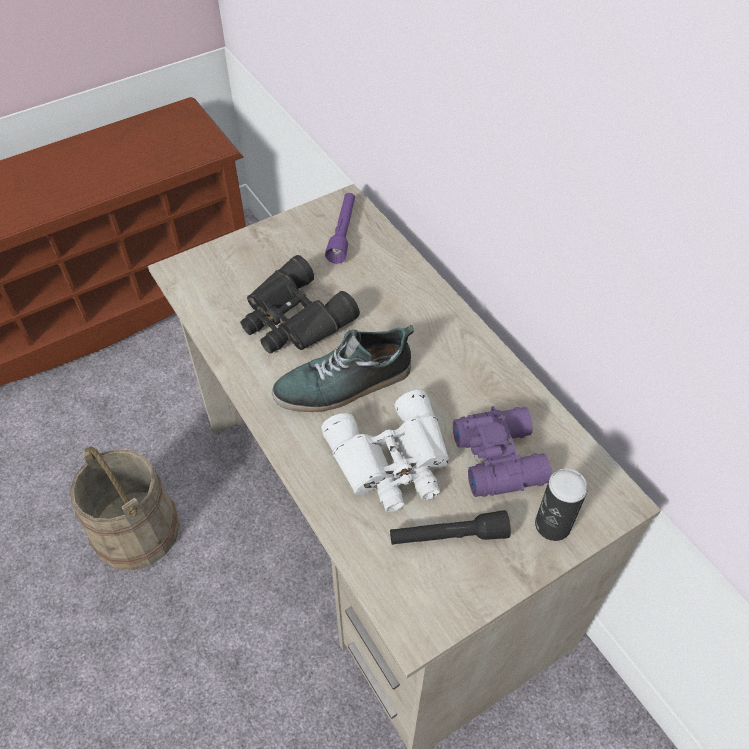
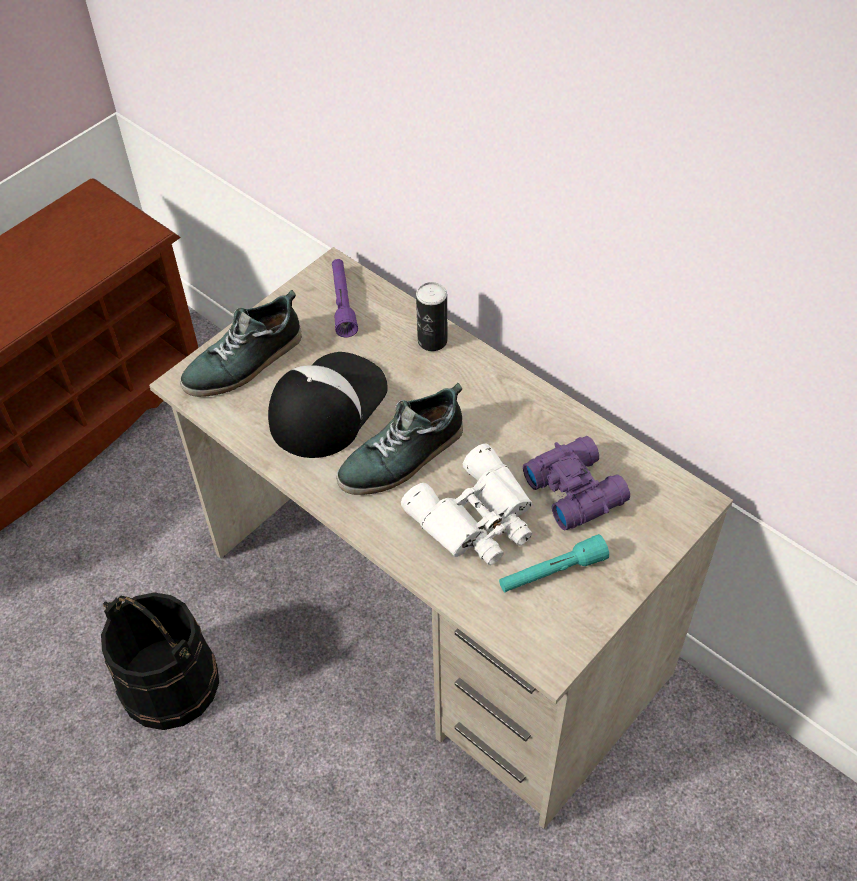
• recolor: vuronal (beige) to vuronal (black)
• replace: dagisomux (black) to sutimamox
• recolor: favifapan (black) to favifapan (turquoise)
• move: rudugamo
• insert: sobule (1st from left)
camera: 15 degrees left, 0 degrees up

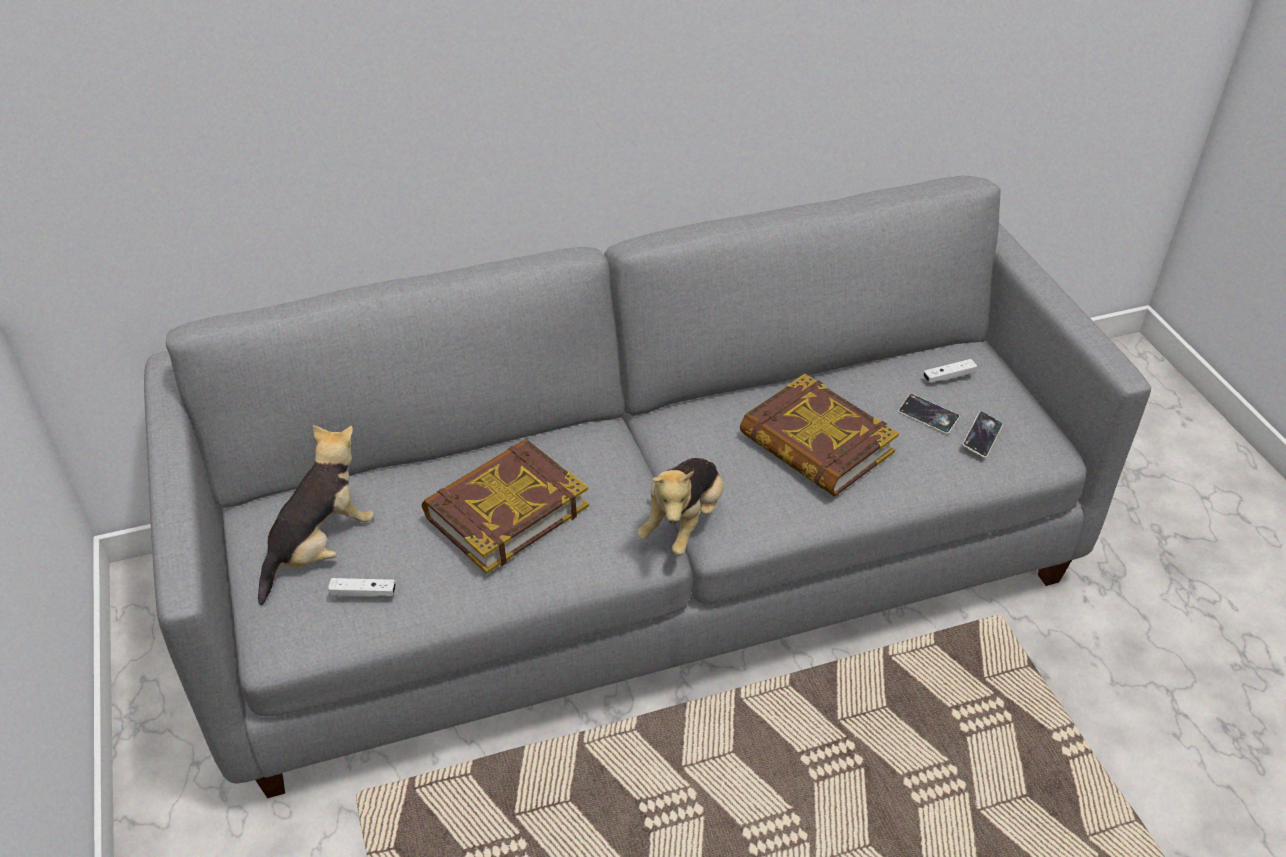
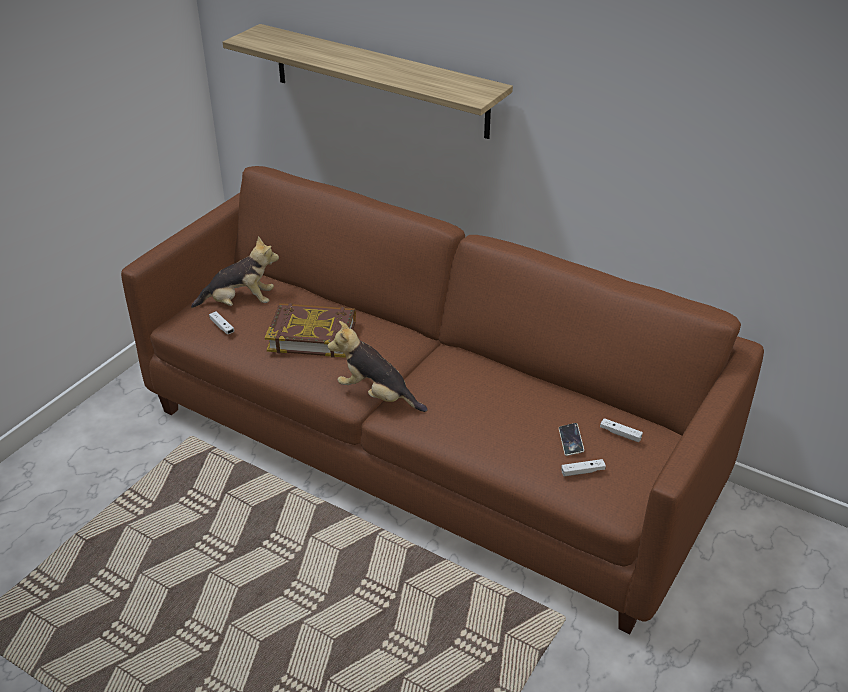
• recolor: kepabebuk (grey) to kepabebuk (brown)
• rotate: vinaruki (2nd from left) 45 degrees clockwise
• delete: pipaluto (2nd from left)
• replace: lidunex (2nd from left) to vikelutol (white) (2nd from left)
• insert: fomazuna
camera: 50 degrees right, 5 degrees down

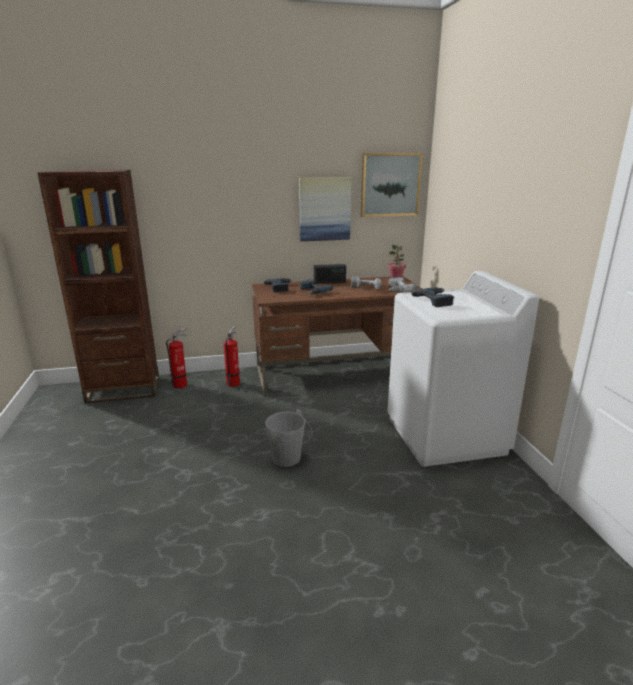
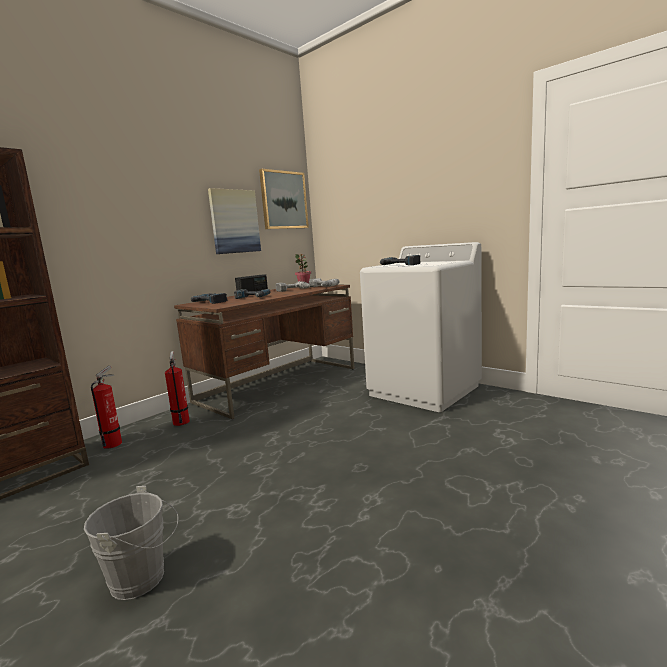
• move: vuronal (grey)
camera: 35 degrees left, 10 degrees down

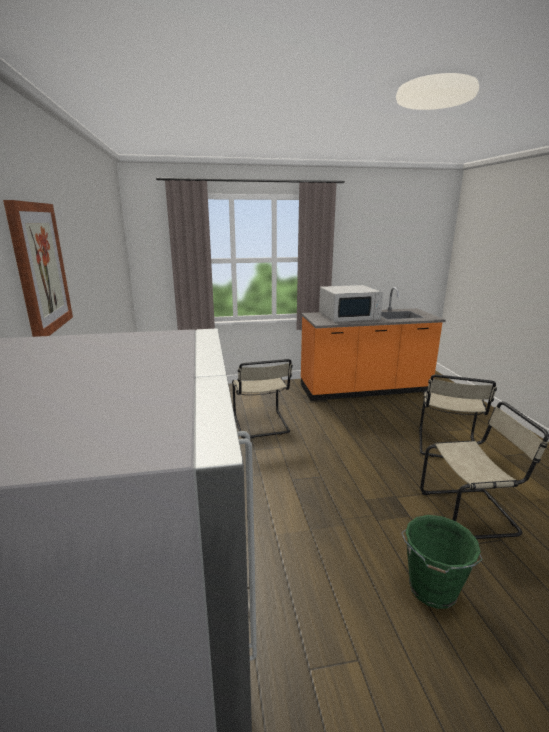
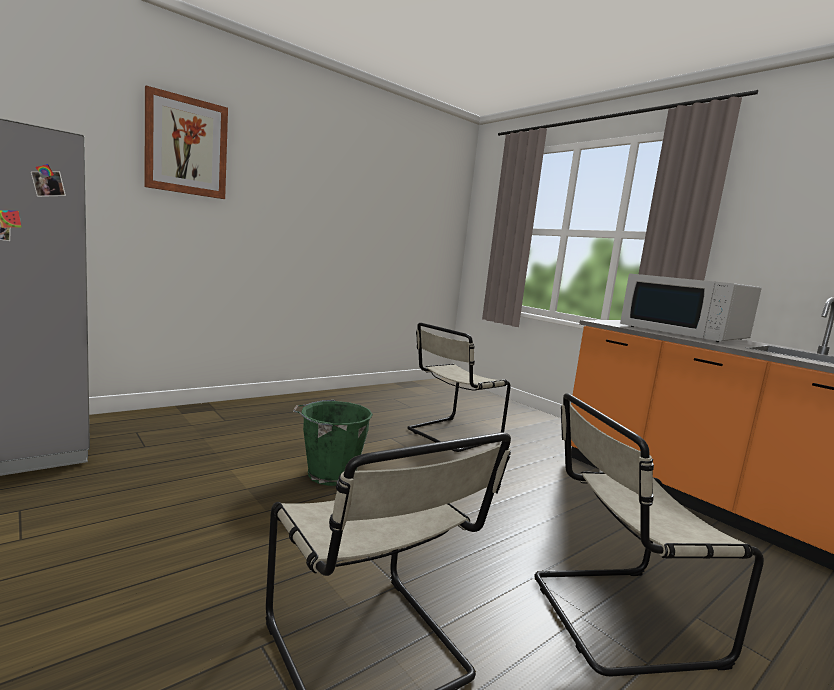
• move: vuronal (green)
camera: 60 degrees right, 10 degrees down

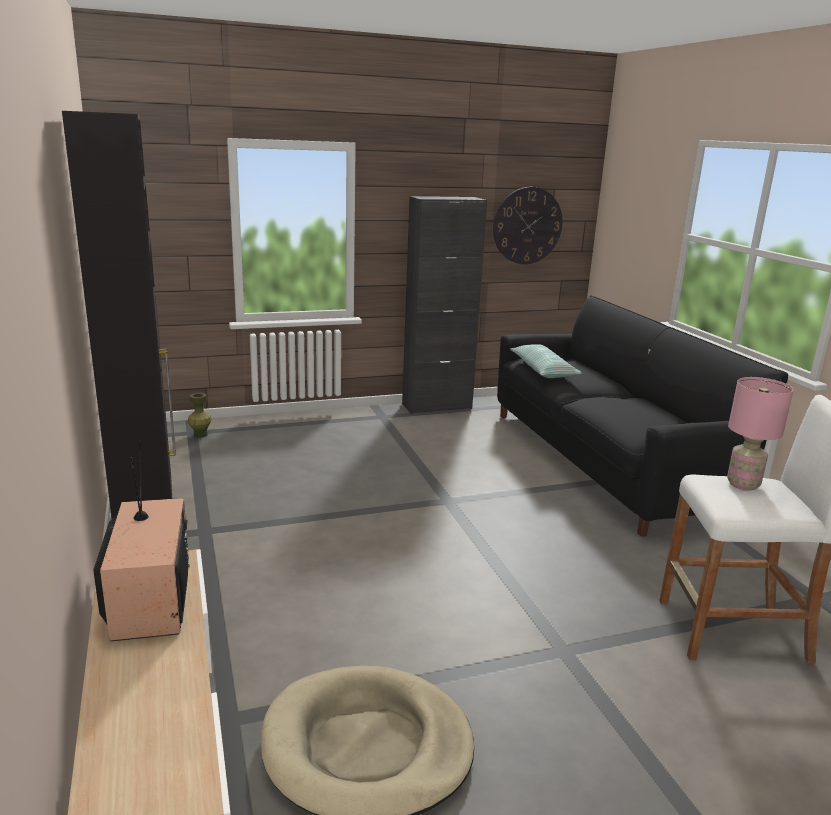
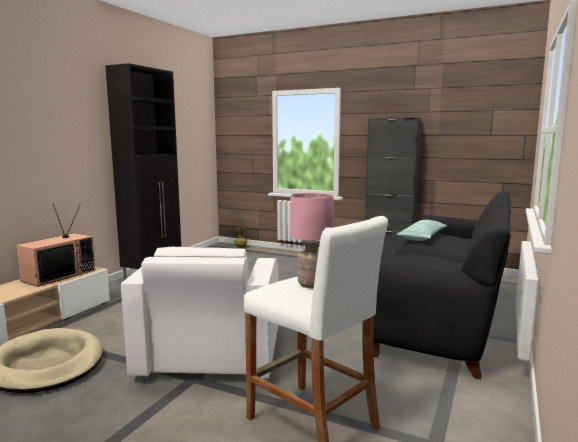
• delete: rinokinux
• insert: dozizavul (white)
camera: 45 degrees right, 10 degrees down

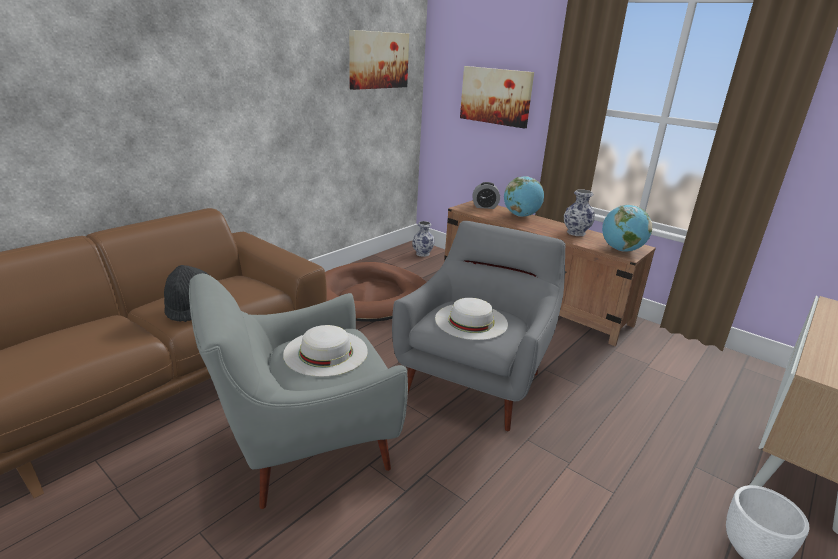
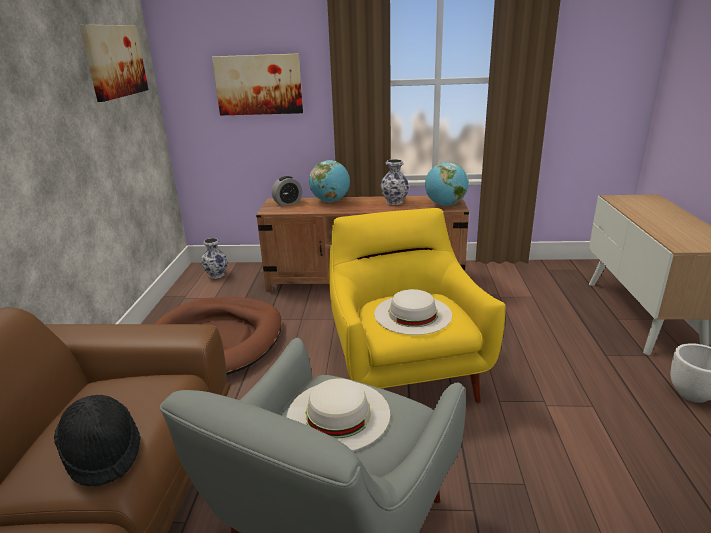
• recolor: dozizavul (grey) (2nd from left) to dozizavul (yellow)
camera: 35 degrees left, 0 degrees up

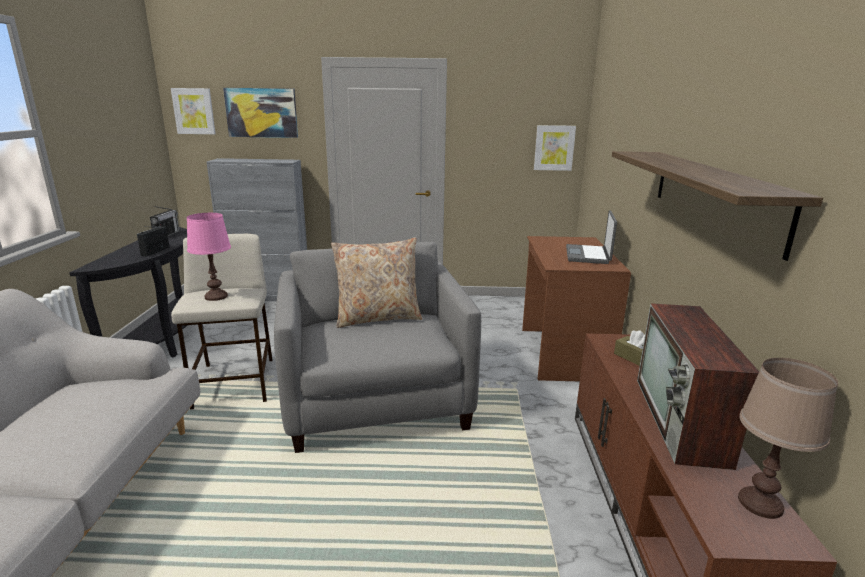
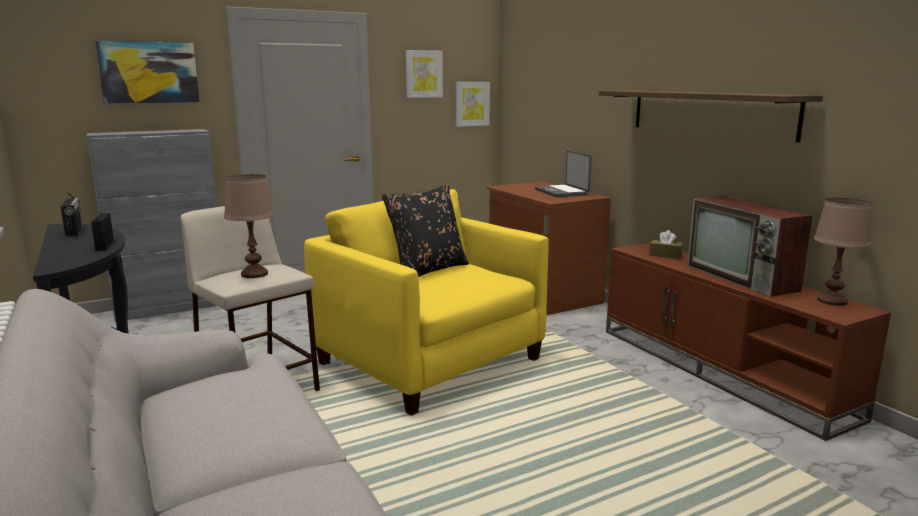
• move: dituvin (1st from left in the first image) to dituvin (2nd from left)
• recolor: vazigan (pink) to vazigan (brown) (1st from left)
• recolor: dozizavul (grey) to dozizavul (yellow)
• recolor: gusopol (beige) to gusopol (black)
camera: 30 degrees left, 5 degrees down

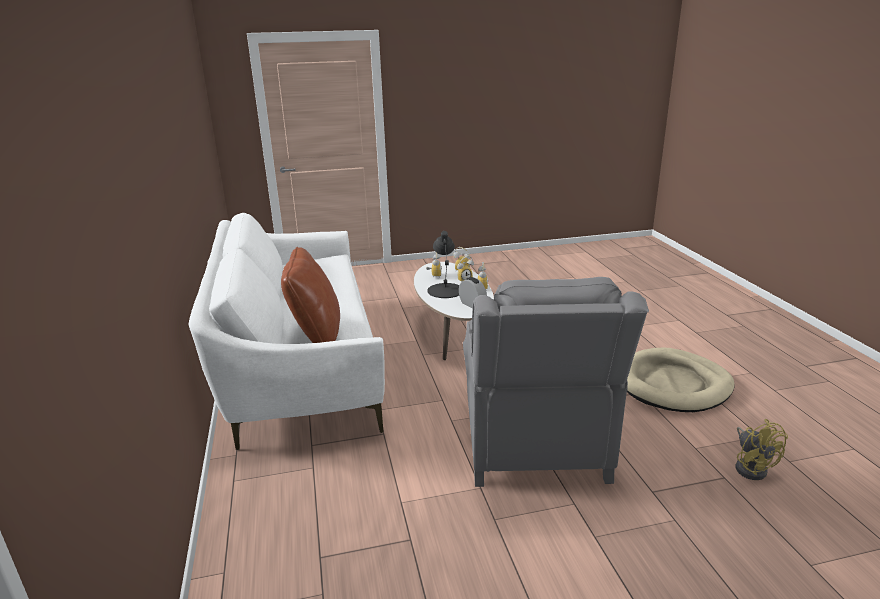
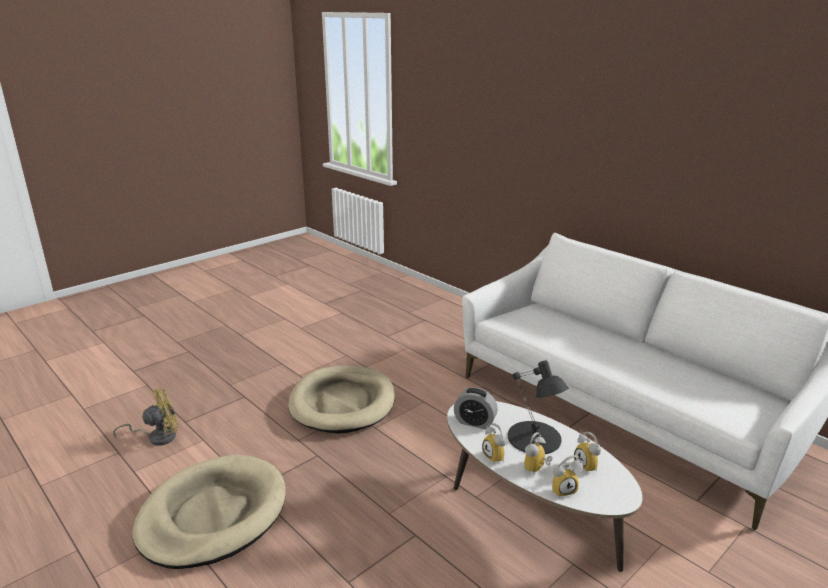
• delete: gusopol (brown)
• replace: dozizavul (grey) to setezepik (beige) (2nd from left)
• rotate: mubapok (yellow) 105 degrees clockwise
camera: 150 degrees right, 0 degrees up

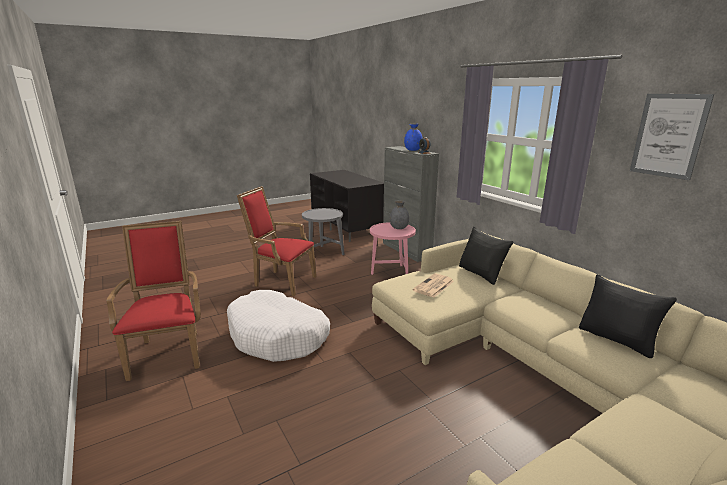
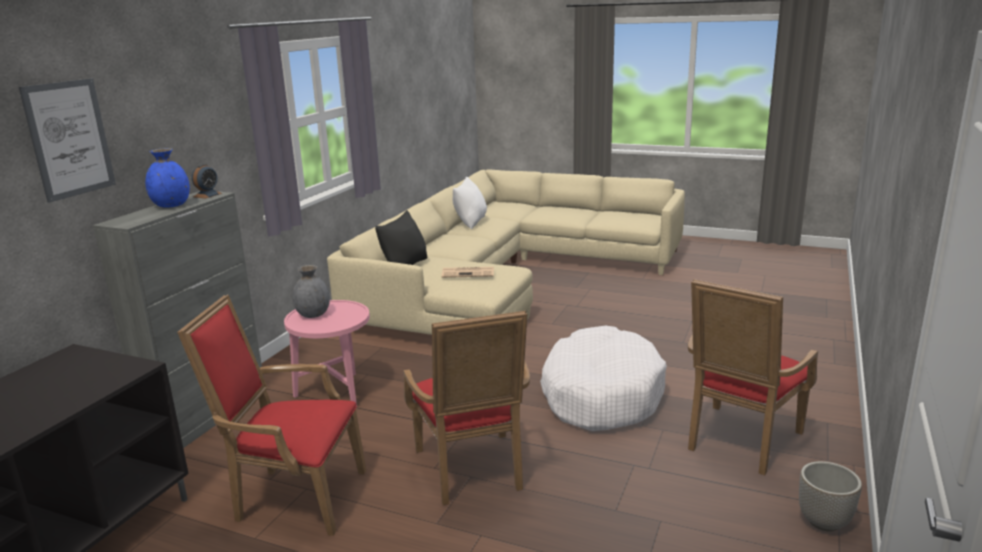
• replace: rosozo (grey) to dozizavul (red) (1st from left)
• recolor: gusopol (black) (2nd from left) to gusopol (white)
• move: dituvin
• insert: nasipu
camera: 125 degrees left, 0 degrees up

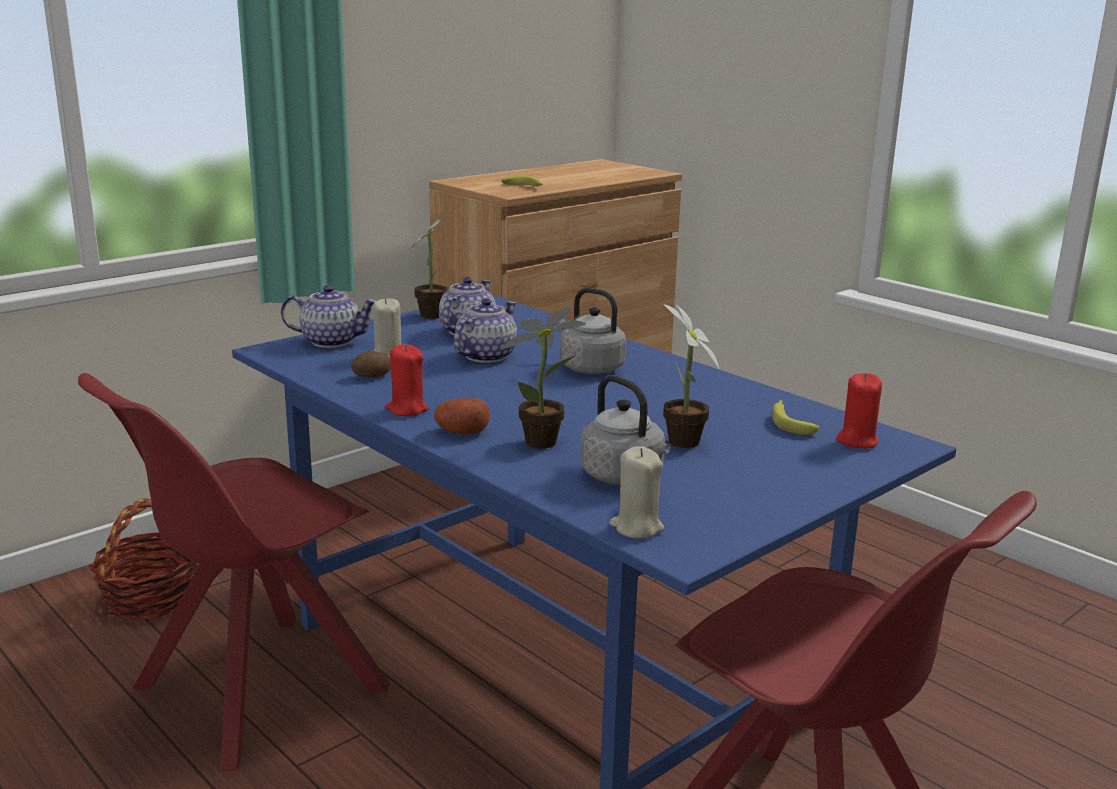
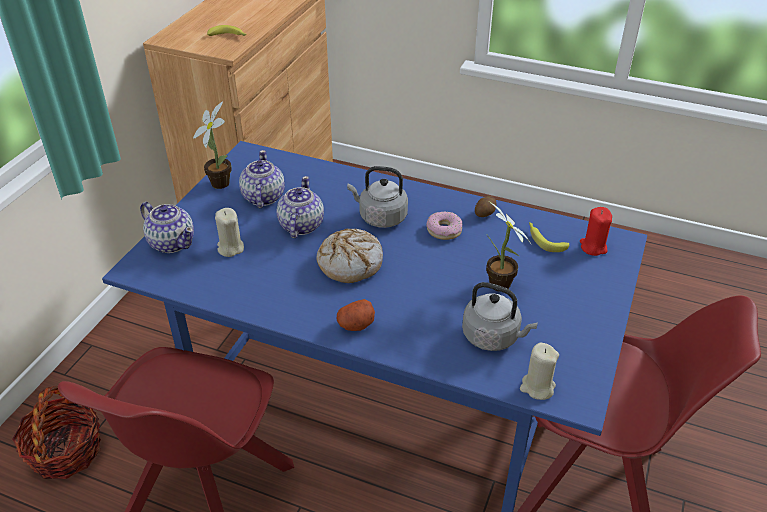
• rotate: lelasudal (1st from left) 60 degrees clockwise
• move: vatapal (1st from left in the first image) to vatapal (2nd from left)
• delete: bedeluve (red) (1st from left)
• delete: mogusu (2nd from left)
• insert: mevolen
• insert: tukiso
camera: 25 degrees left, 20 degrees up

